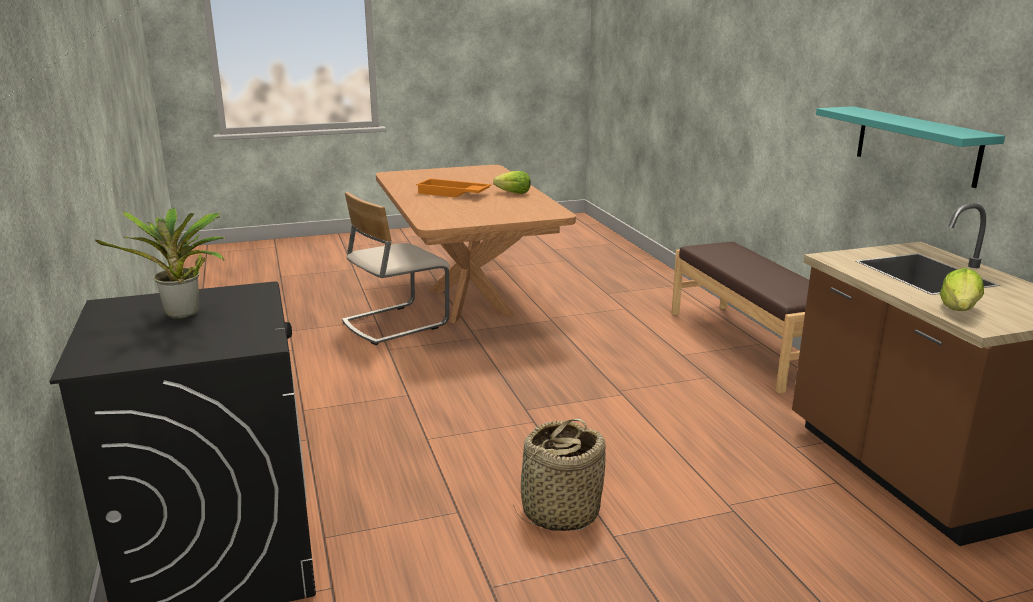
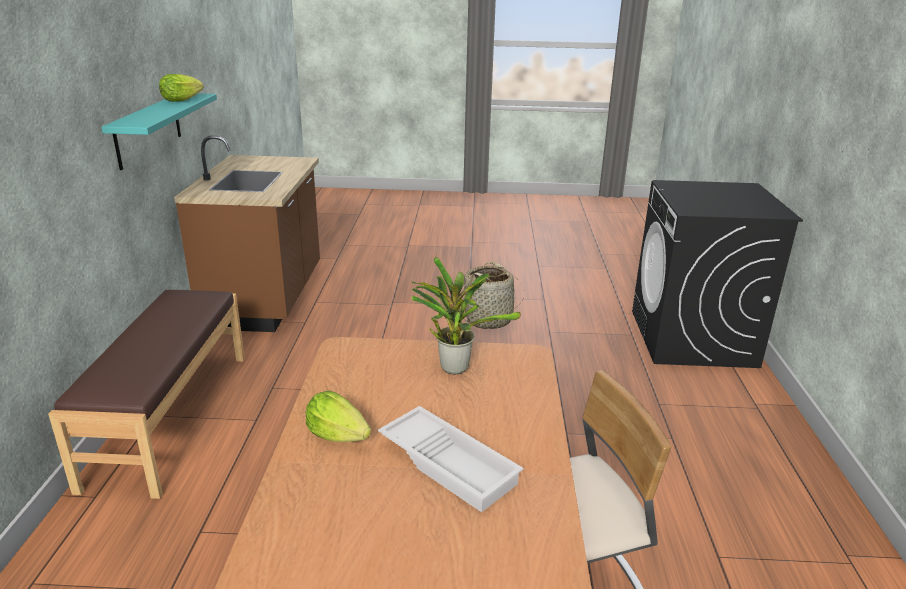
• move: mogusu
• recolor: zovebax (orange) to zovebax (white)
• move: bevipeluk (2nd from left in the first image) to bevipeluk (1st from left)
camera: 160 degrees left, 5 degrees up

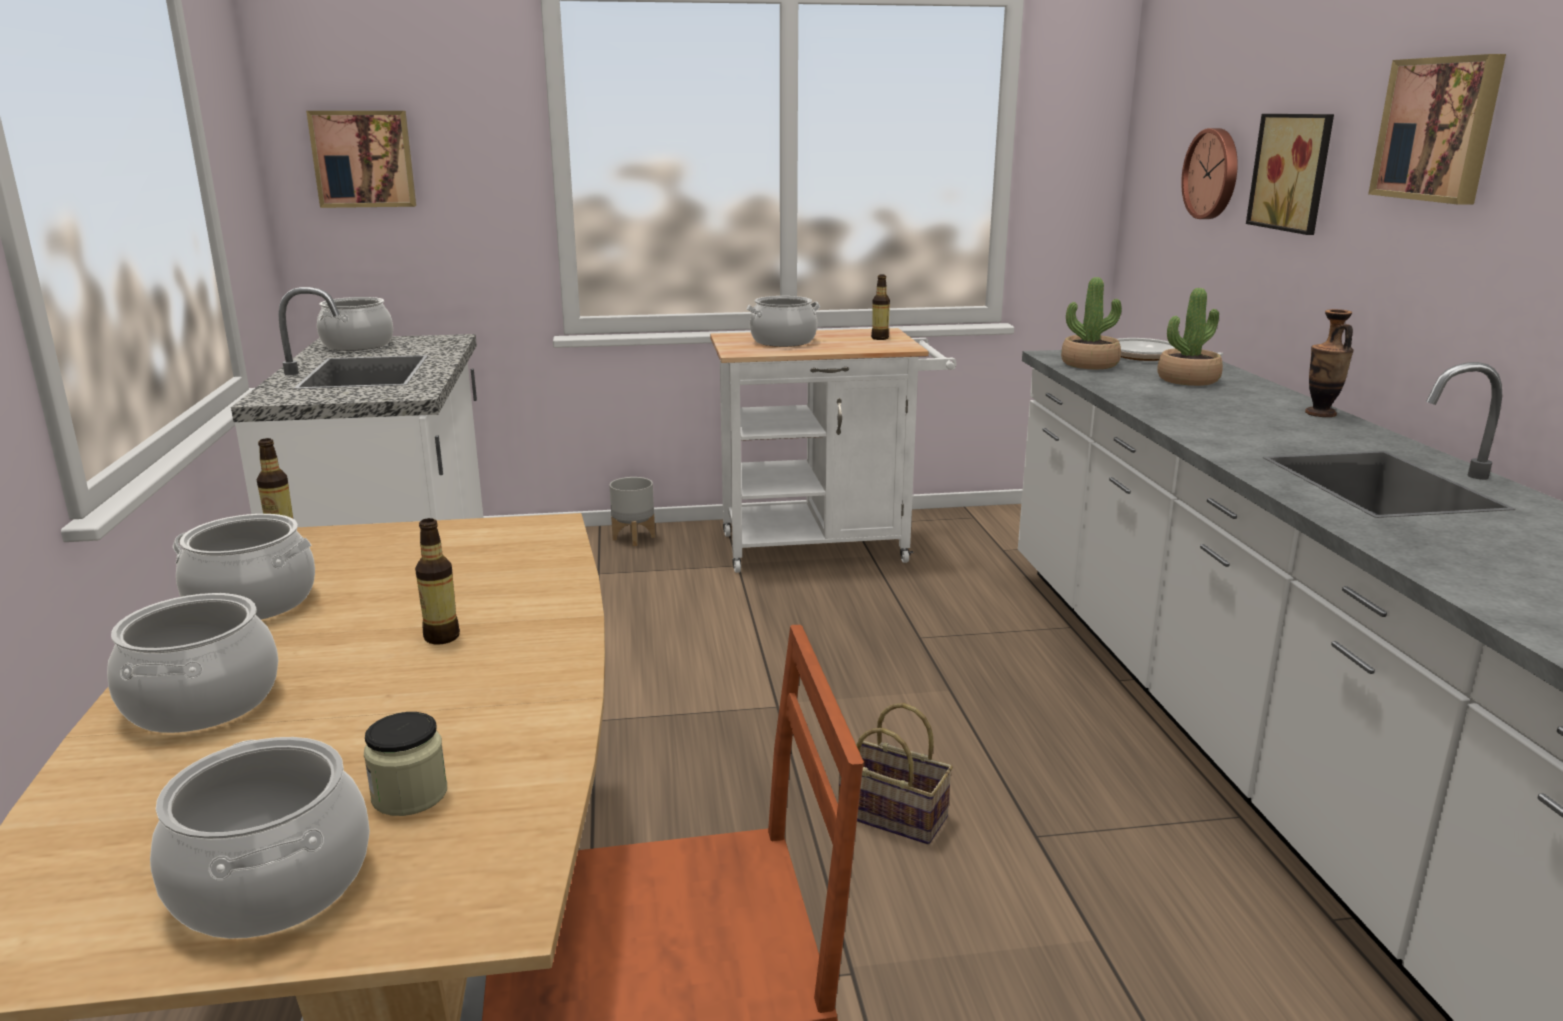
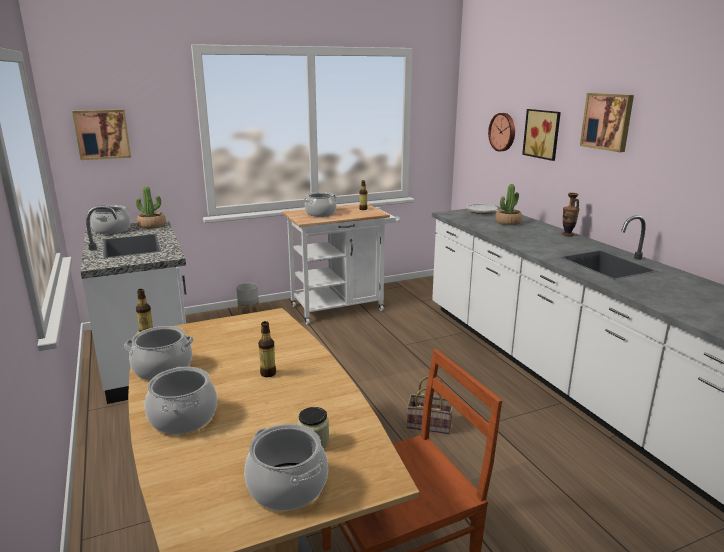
• move: mogusu (1st from left)
camera: 15 degrees left, 0 degrees up

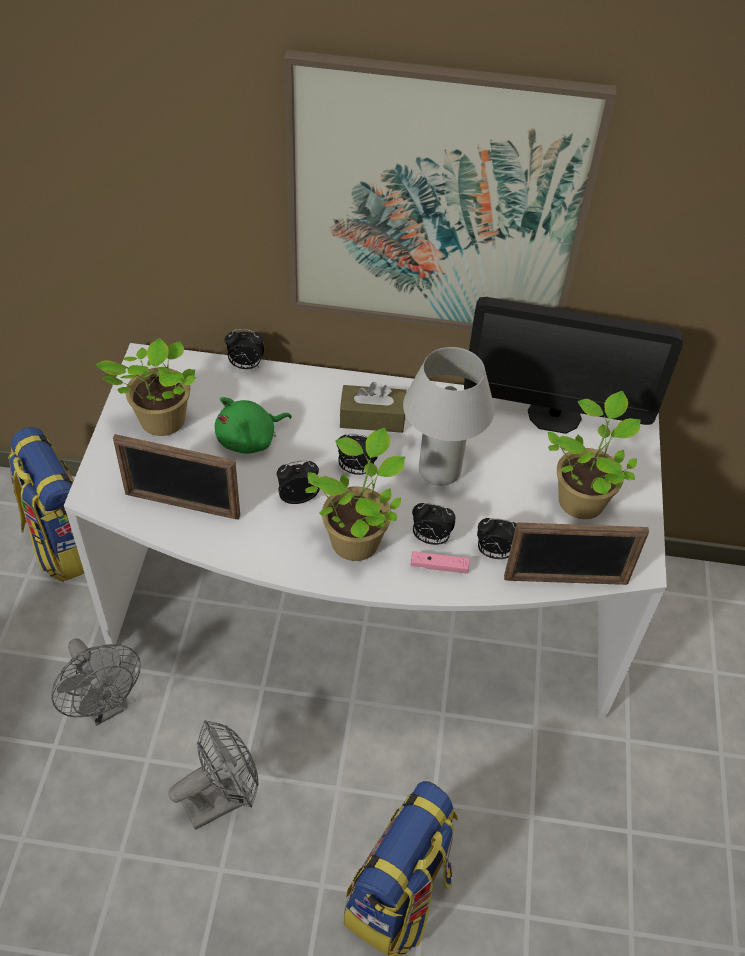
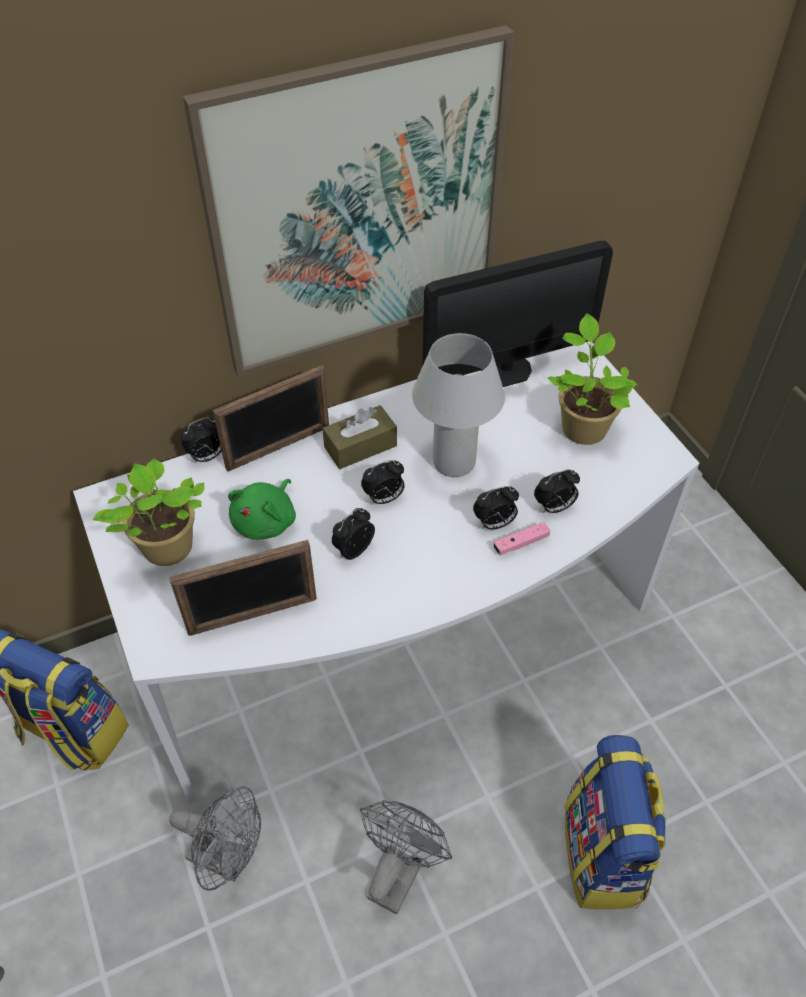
• delete: mogusu (2nd from left)
• move: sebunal (2nd from left)
camera: 30 degrees left, 0 degrees up

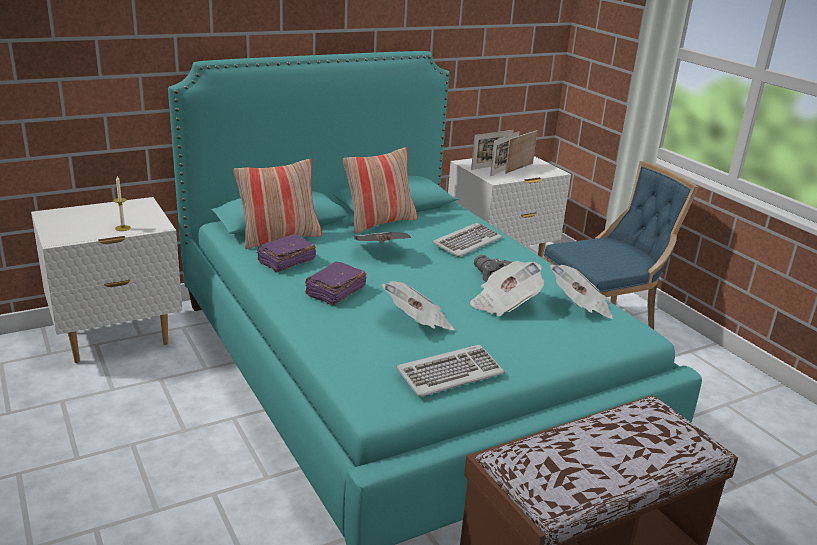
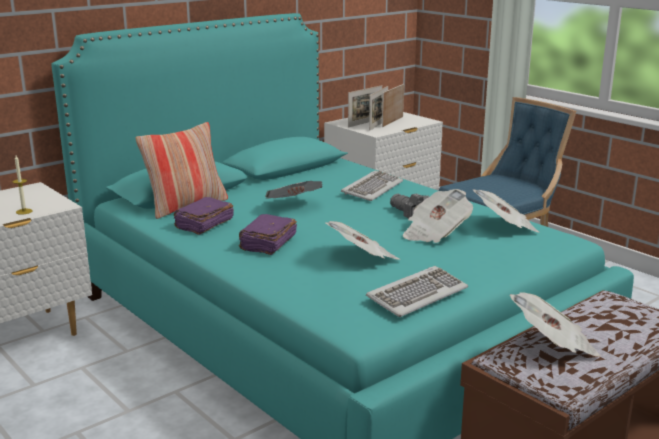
• delete: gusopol (2nd from left)
• insert: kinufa (5th from left)
camera: 10 degrees left, 5 degrees down

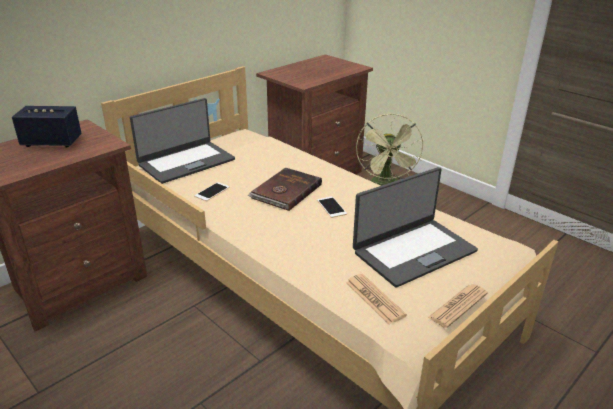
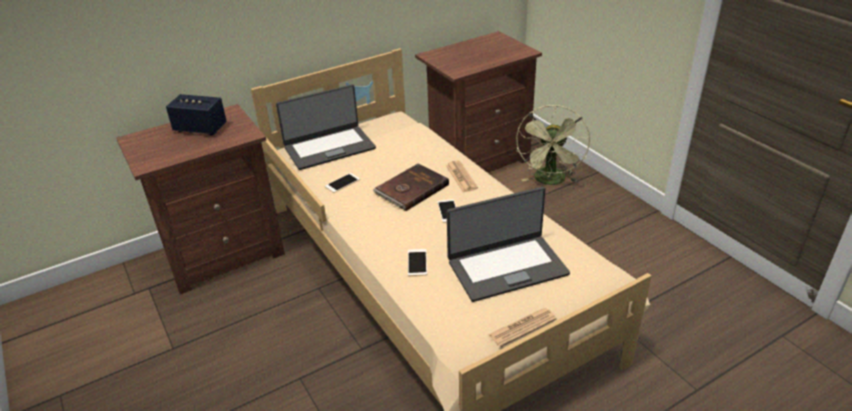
• move: kinufa (1st from left)
• insert: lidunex (2nd from left)
camera: 15 degrees right, 5 degrees up

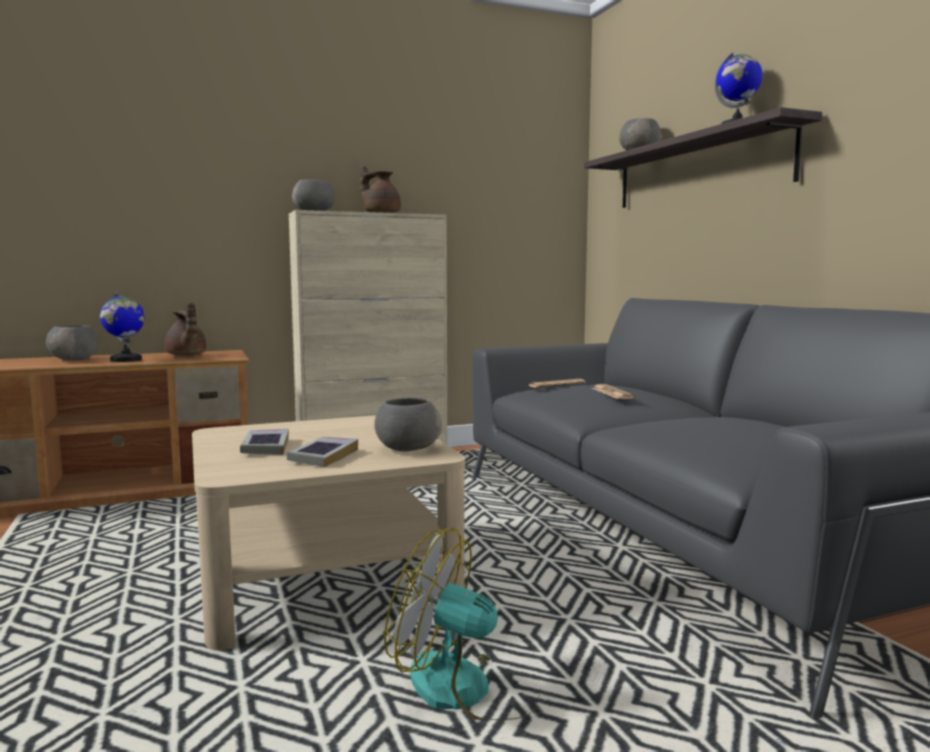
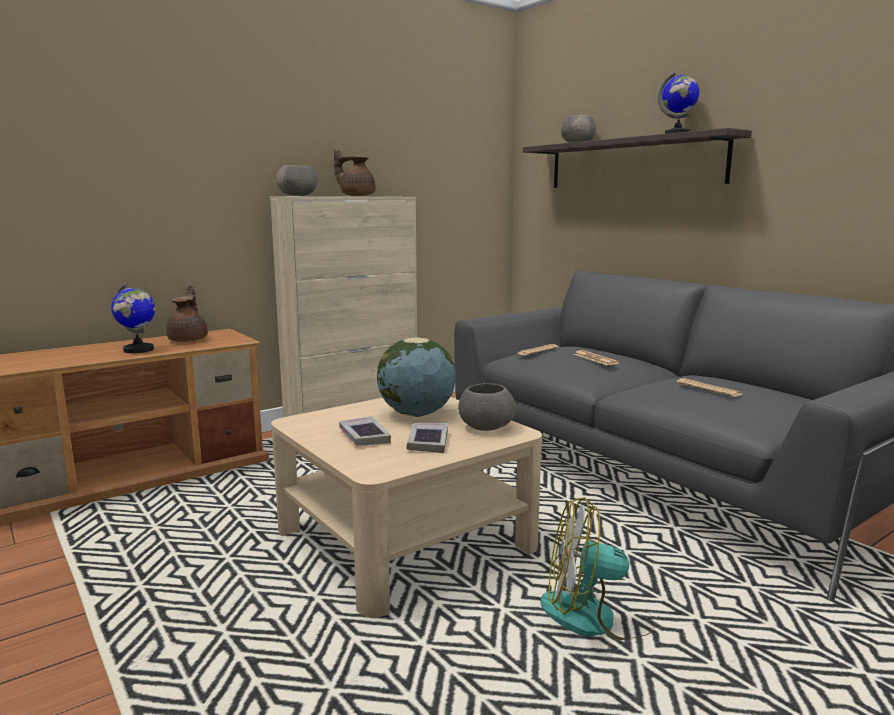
• delete: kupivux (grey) (1st from left)
• rotate: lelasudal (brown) (1st from left) 135 degrees counterclockwise
• insert: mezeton (2nd from left)
• insert: kinufa (3rd from left)
camera: 15 degrees left, 5 degrees up

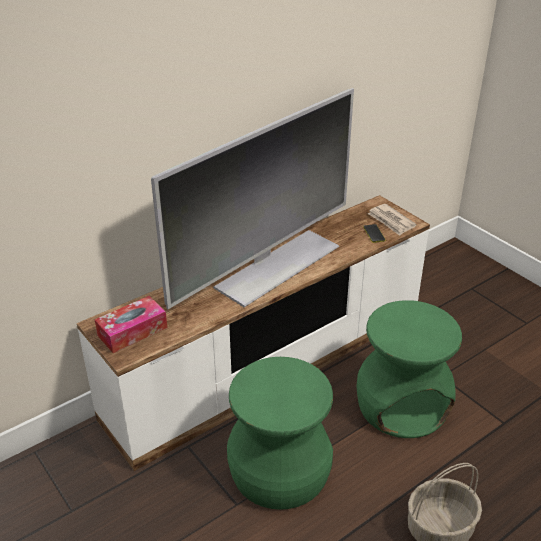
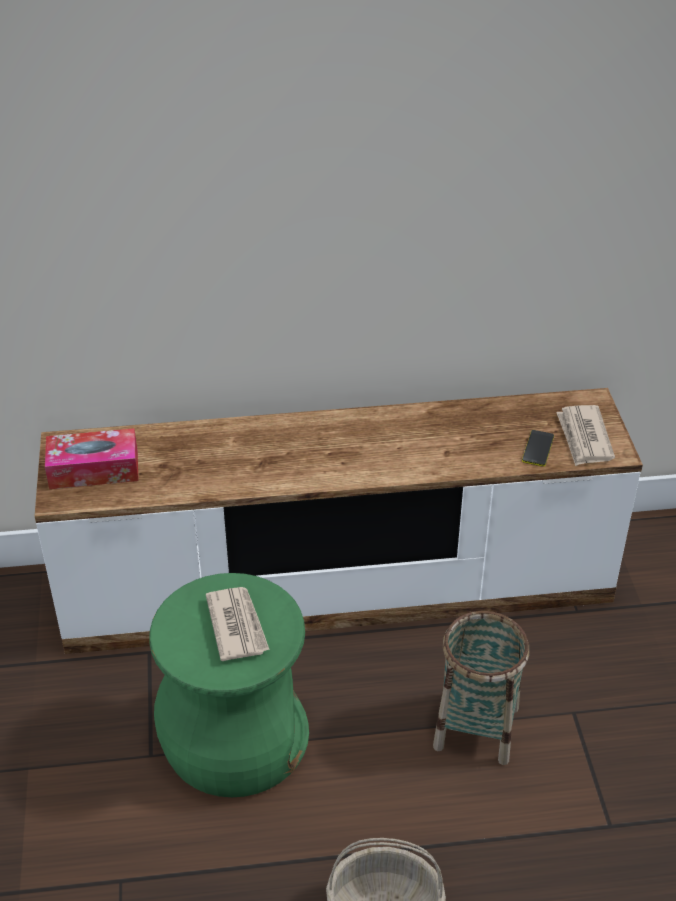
• delete: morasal
• replace: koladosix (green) (2nd from left) to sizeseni (2nd from left)
• insert: kinufa (1st from left)
camera: 30 degrees right, 5 degrees up

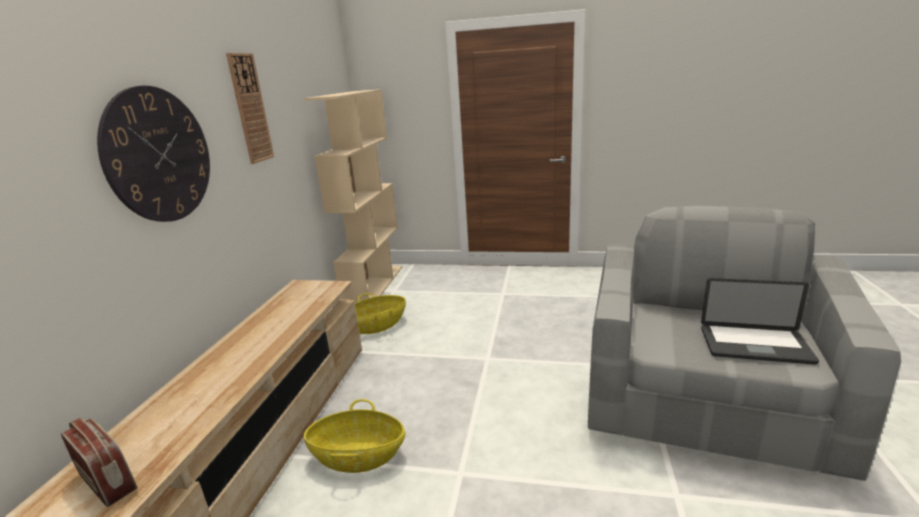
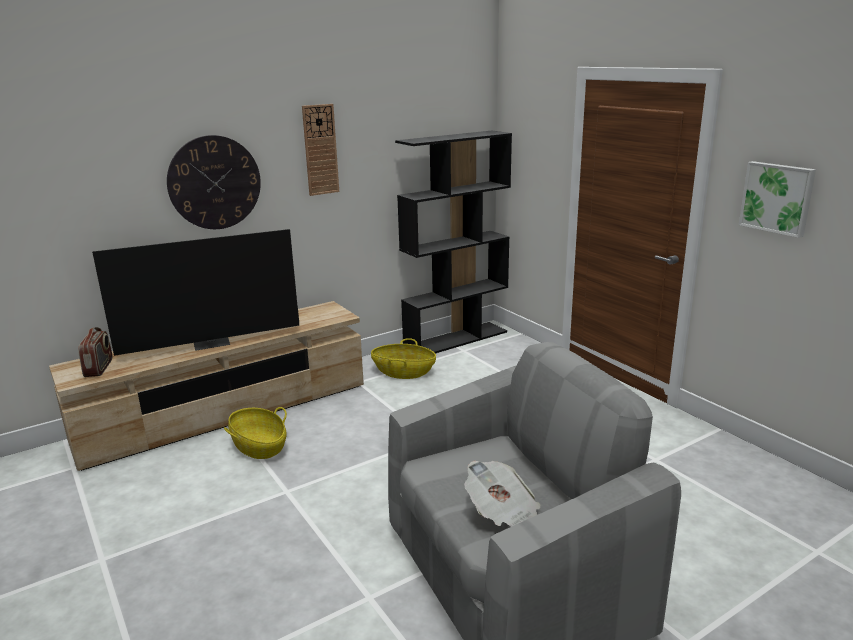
• recolor: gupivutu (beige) to gupivutu (black)
• replace: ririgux to kinufa
• insert: morasal
• insert: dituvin
camera: 45 degrees right, 0 degrees up

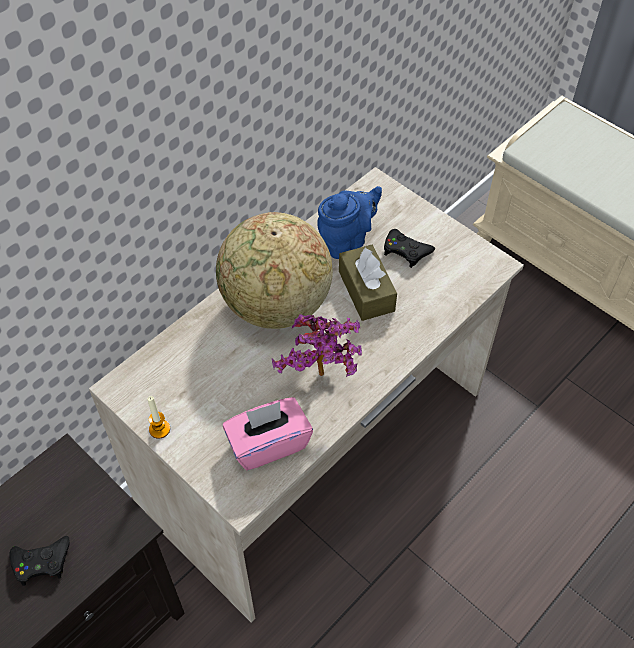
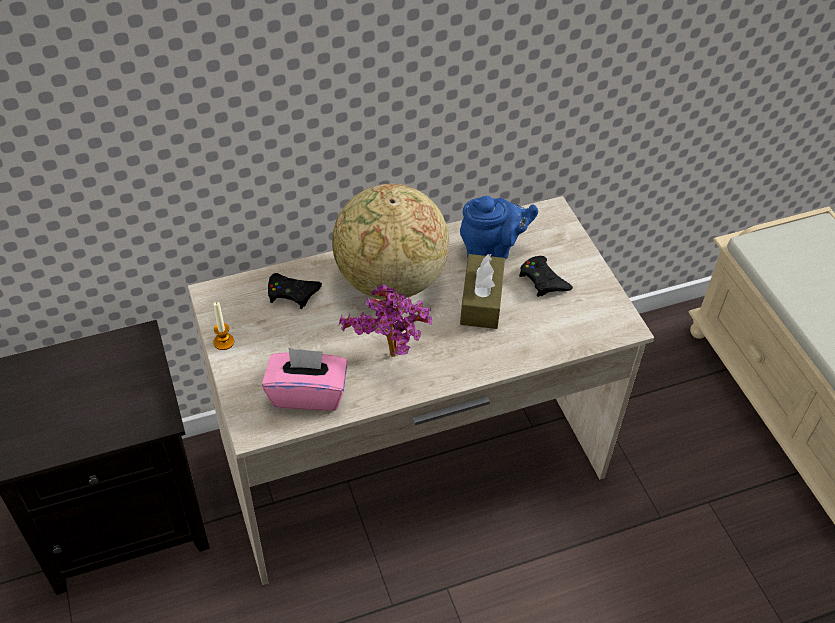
• move: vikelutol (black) (1st from left)
camera: 25 degrees right, 5 degrees down

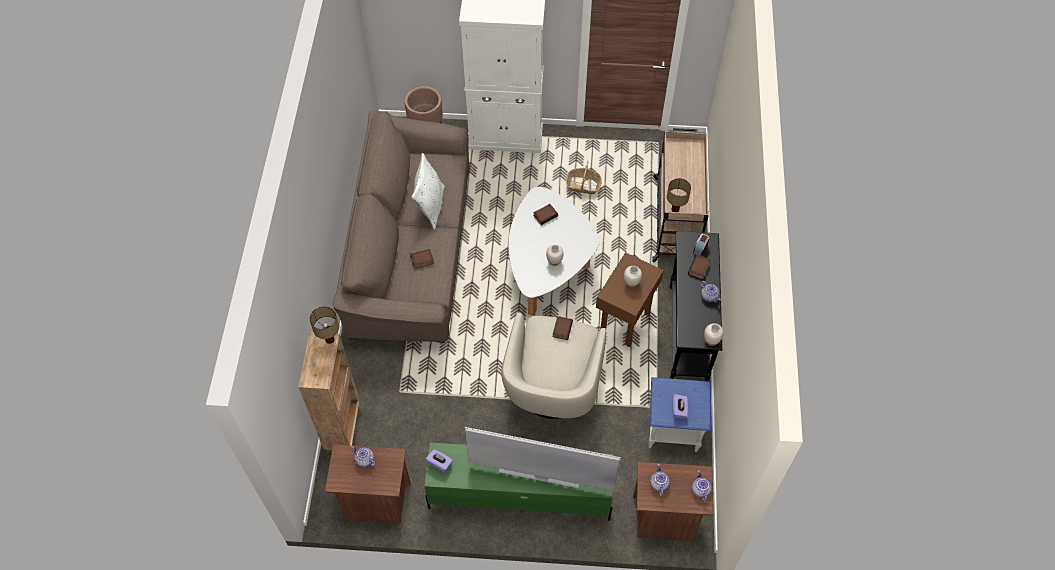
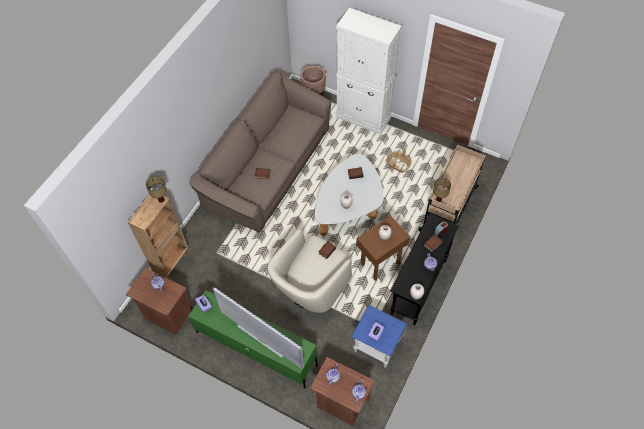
• delete: gusopol (white)
camera: 25 degrees right, 0 degrees up

